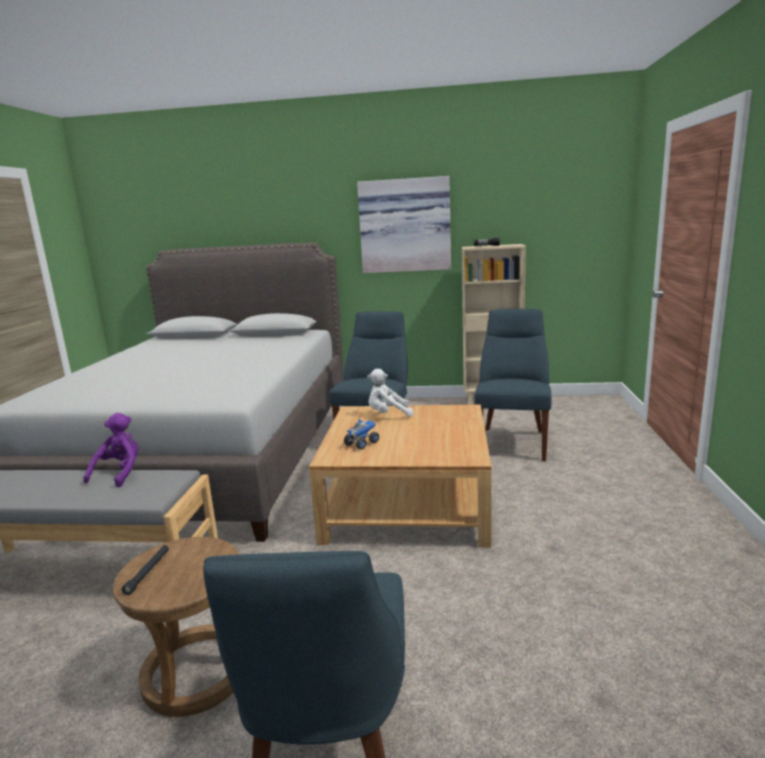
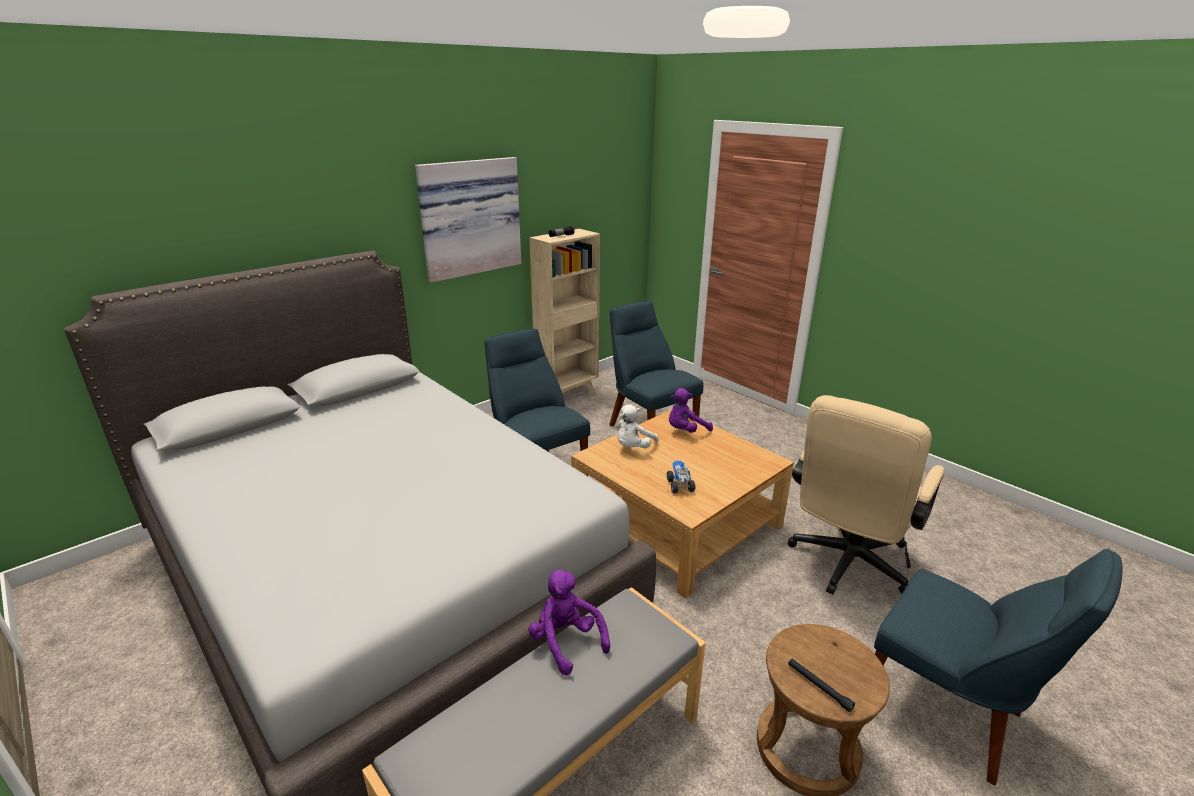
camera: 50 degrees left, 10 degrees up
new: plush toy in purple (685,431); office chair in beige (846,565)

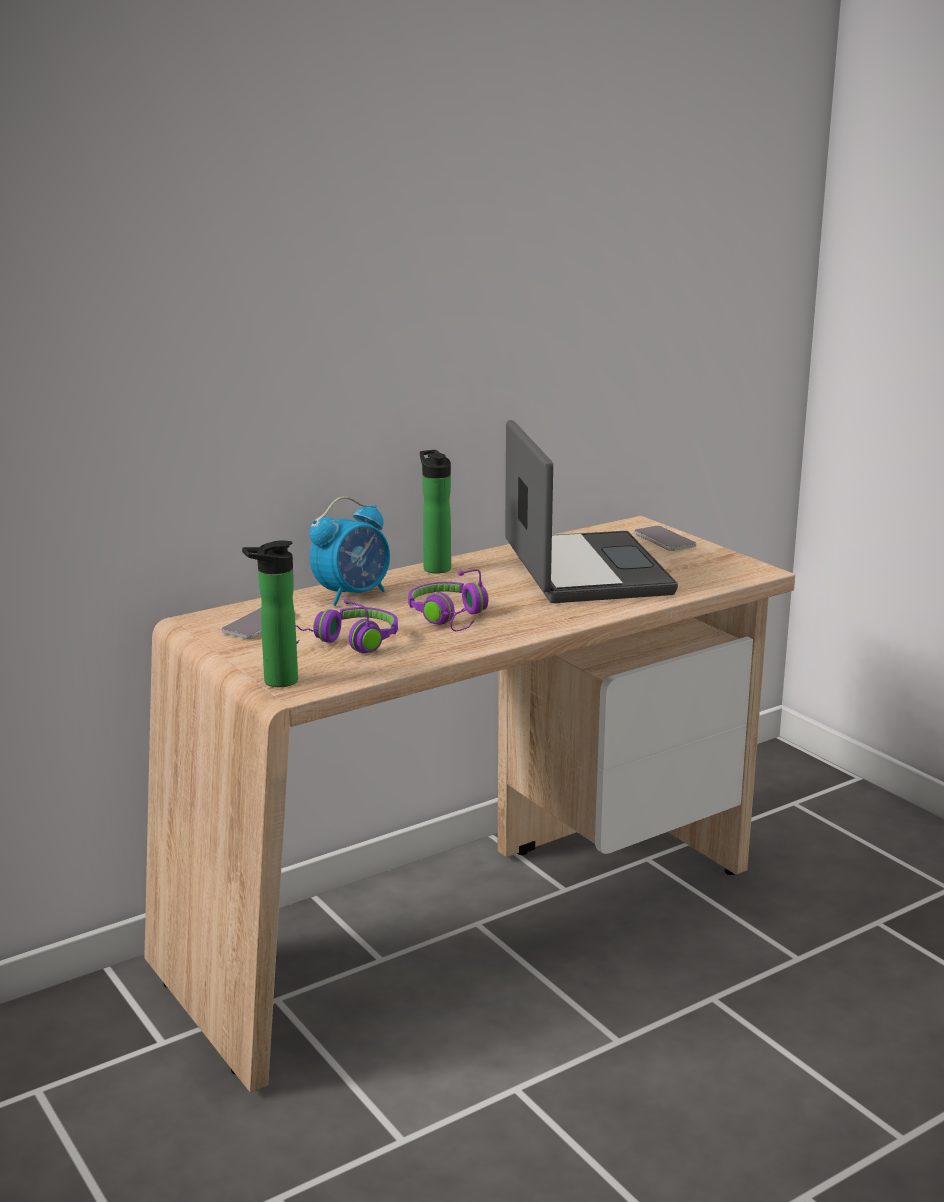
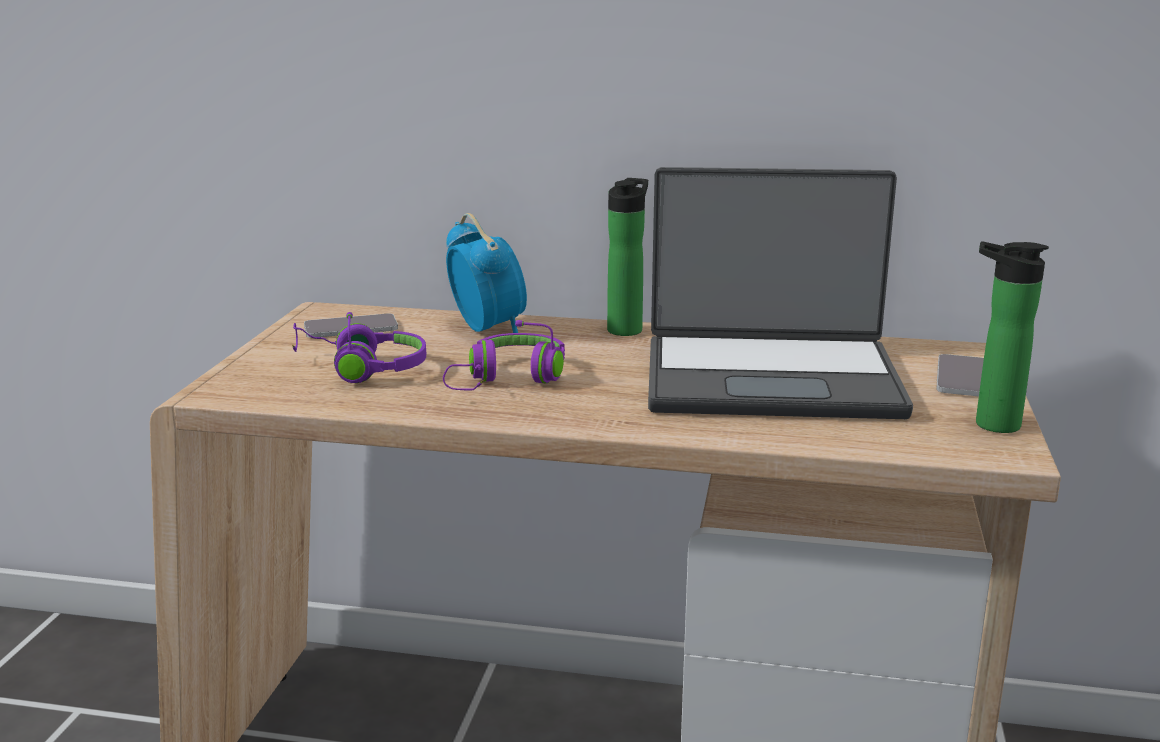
camera: 45 degrees right, 0 degrees up
shifted: bottle (275,682) to (990,424)
rotated: laptop (583,571) = (771,379) 60 degrees clockwise; alarm clock (353,595) = (487,329) 120 degrees counterclockwise

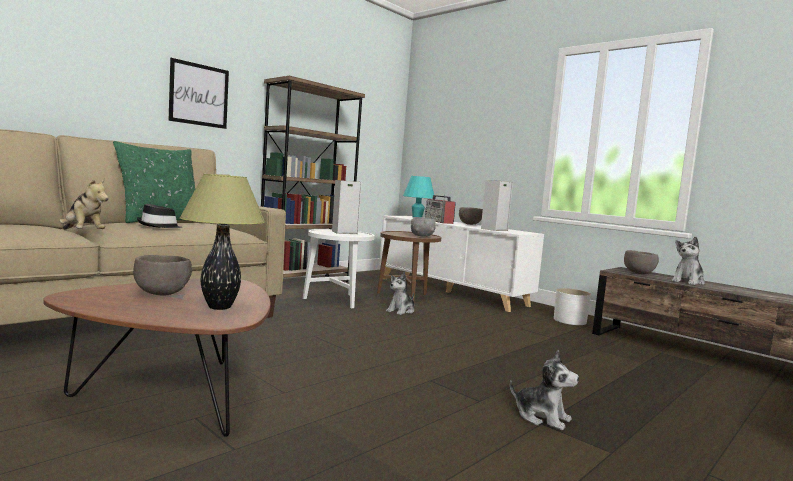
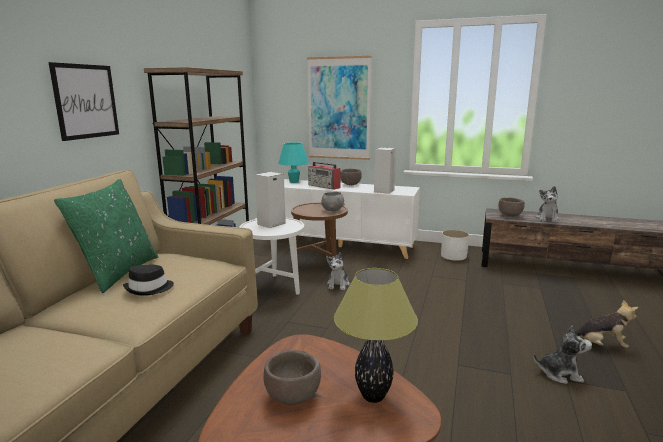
camera: 25 degrees left, 10 degrees up
new: picture (339,109)
shifted: plush toy (82,233) to (600,345)

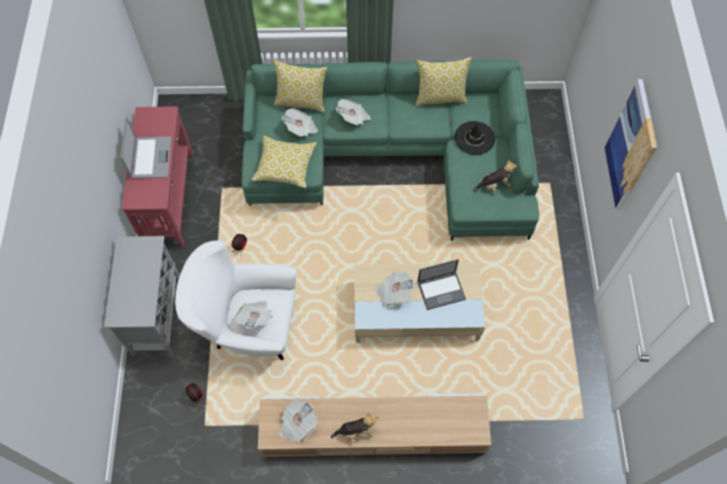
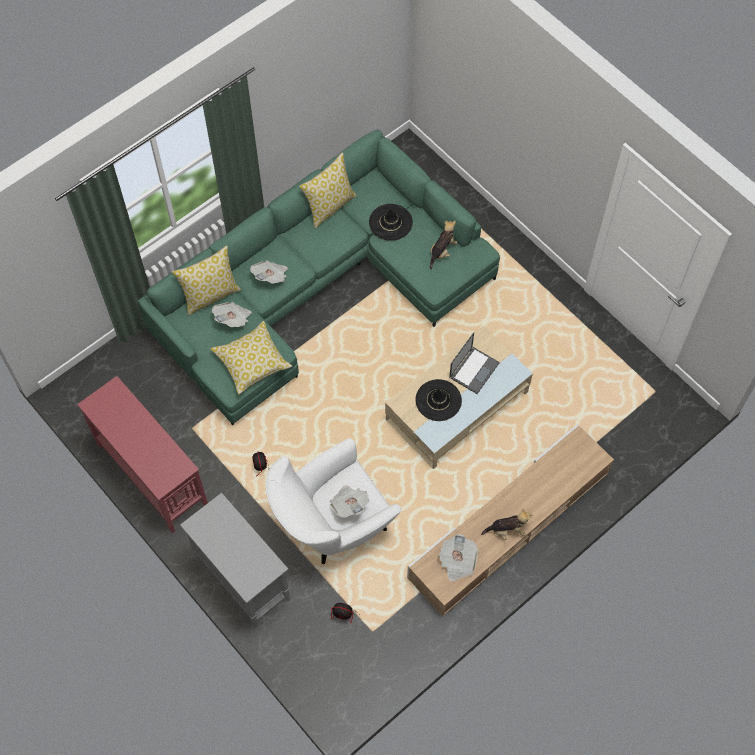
camera: 40 degrees left, 0 degrees up
gone: picture (631,147); laptop (150,158)
swapped: newspaper (393,292) to hat in black (438,400)
rotated: plush toy (356,431) = (507,530) 45 degrees clockwise

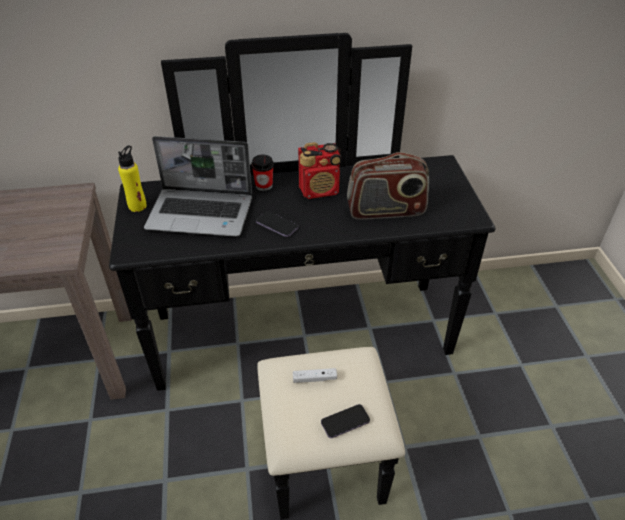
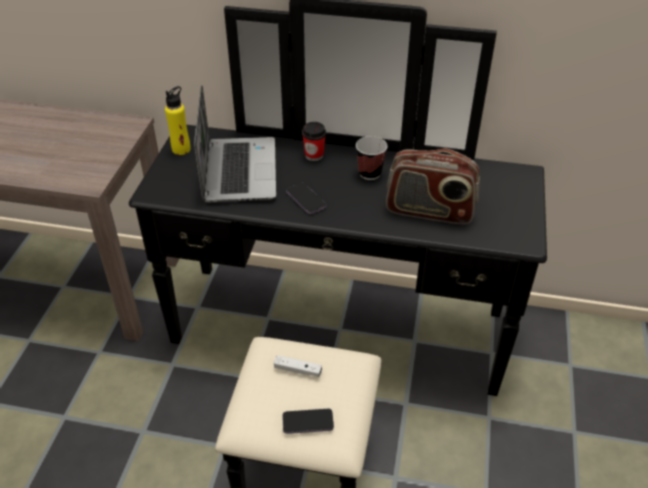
camera: 20 degrees right, 0 degrees up
swapped: radio (320,190) to cup (370,173)
rotated: laptop (202,213) = (238,170) 120 degrees counterclockwise

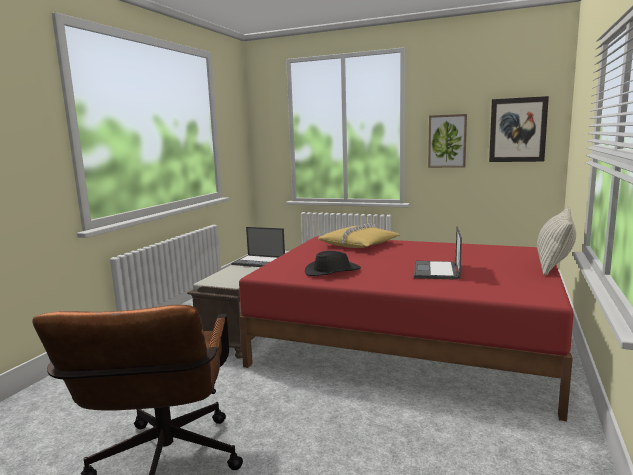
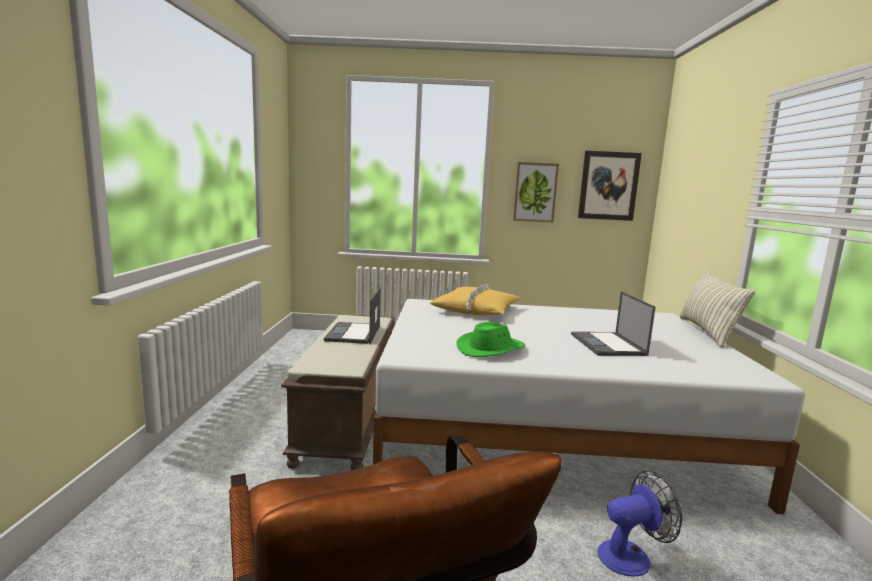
camera: 20 degrees left, 0 degrees up
new: fan (631,556)
repainted: bed in red (406,344) to bed in white (549,430); hat in black (332,271) to hat in green (491,349)
rotated: laptop (259,262) = (353,334) 90 degrees clockwise

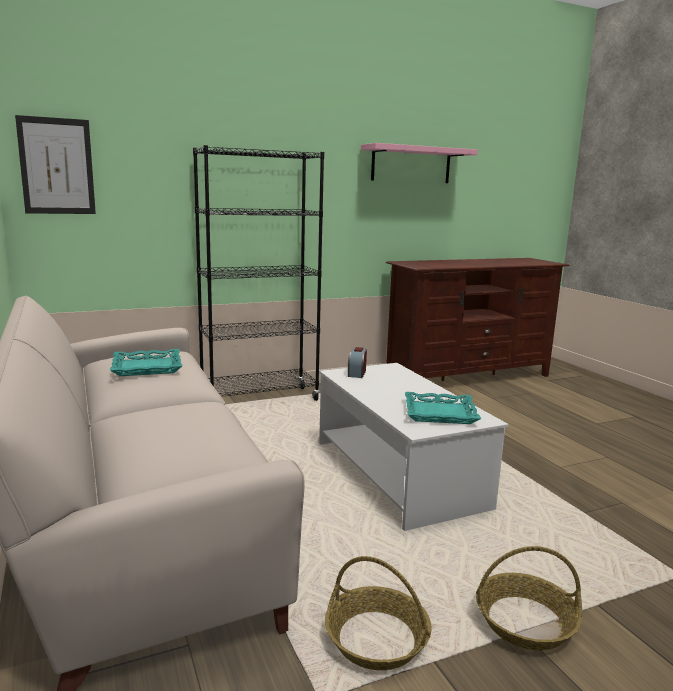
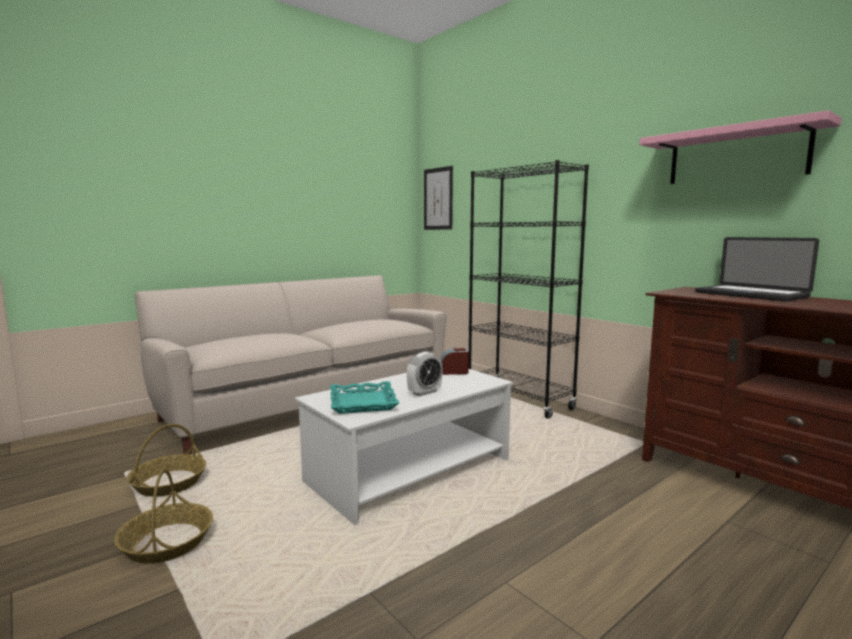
camera: 75 degrees right, 5 degrees down
gone: tray in turquoise (147,368)
new: laptop (750,295); alarm clock (424,392)

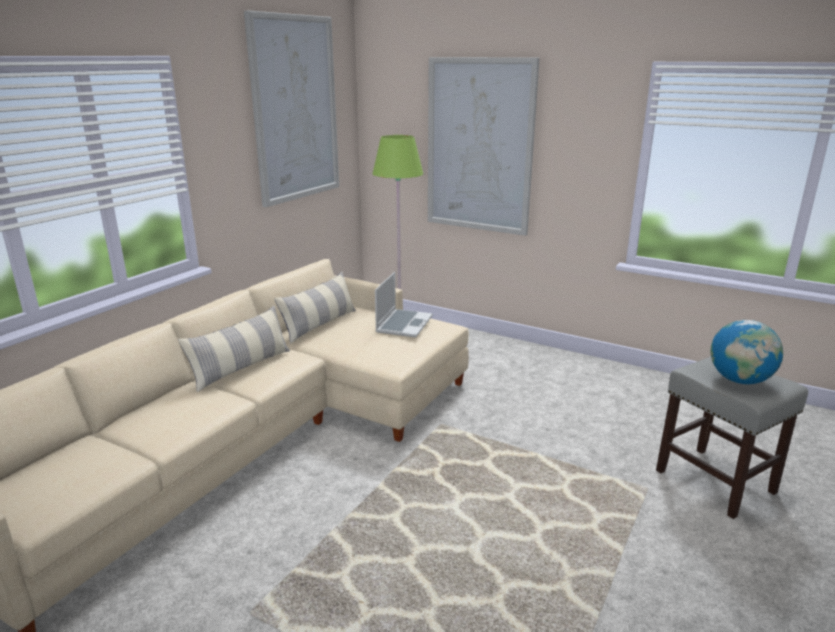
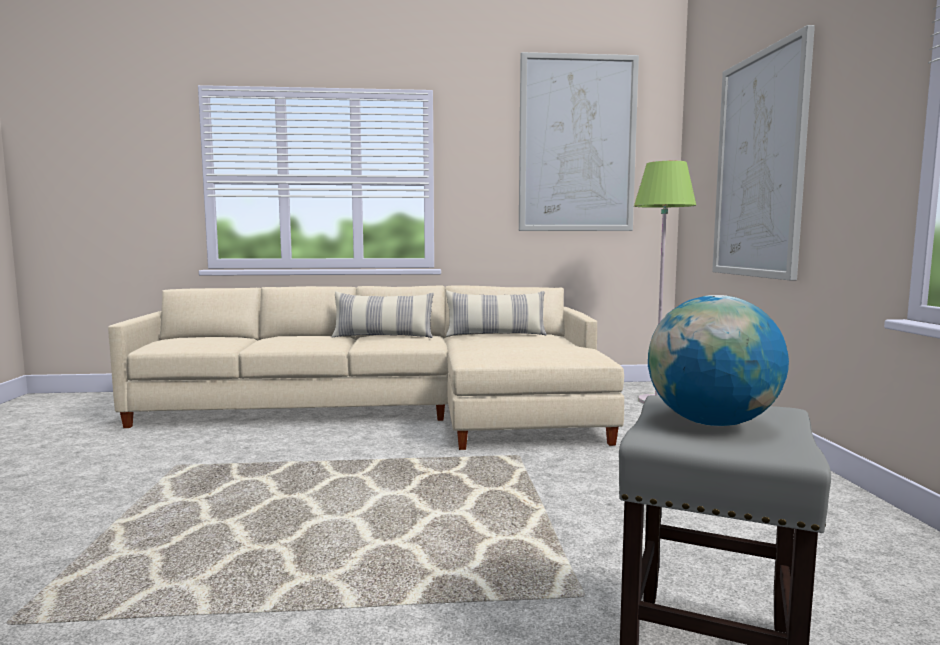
camera: 55 degrees right, 15 degrees down
gone: laptop (403,324)

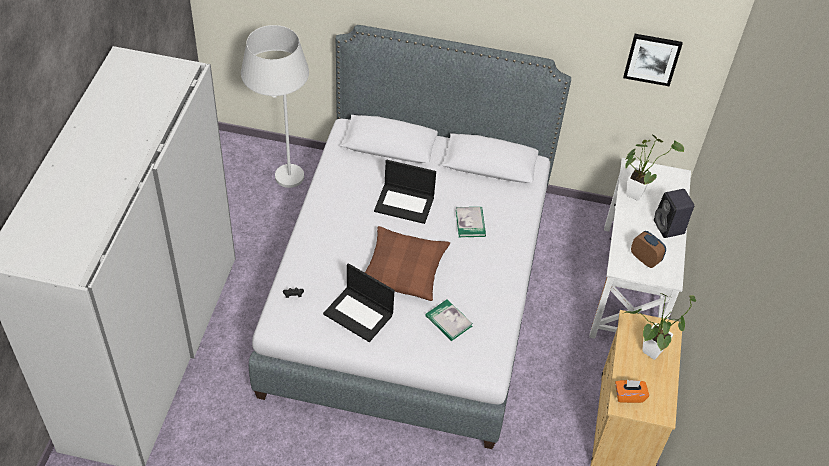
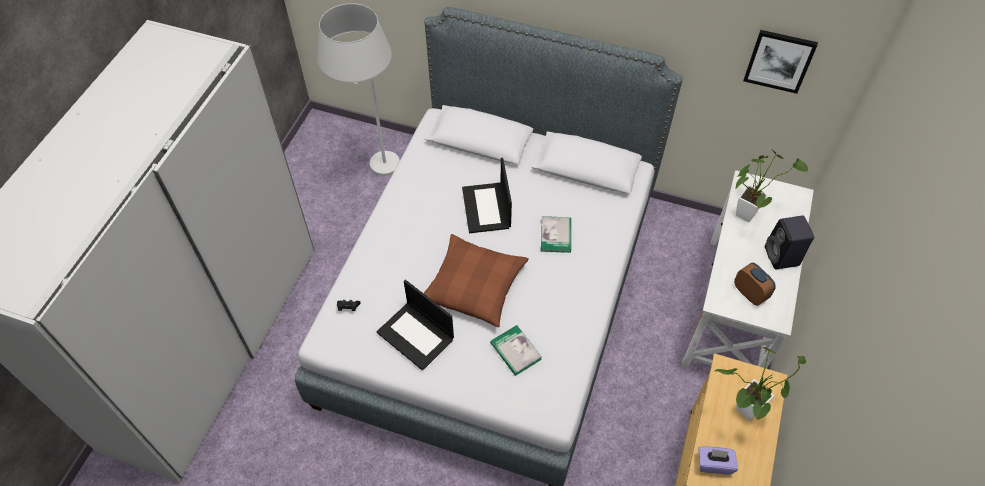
camera: 10 degrees right, 5 degrees up
repainted: tissue box in orange (629,395) to tissue box in purple (714,464)
rotated: laptop (405,203) = (487,208) 60 degrees clockwise

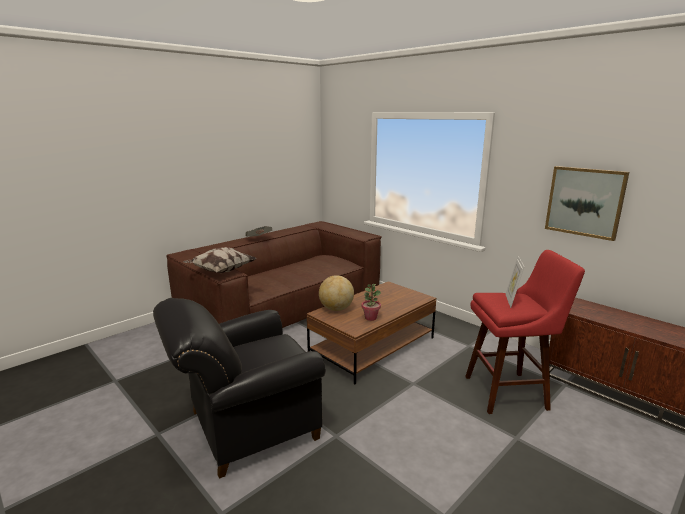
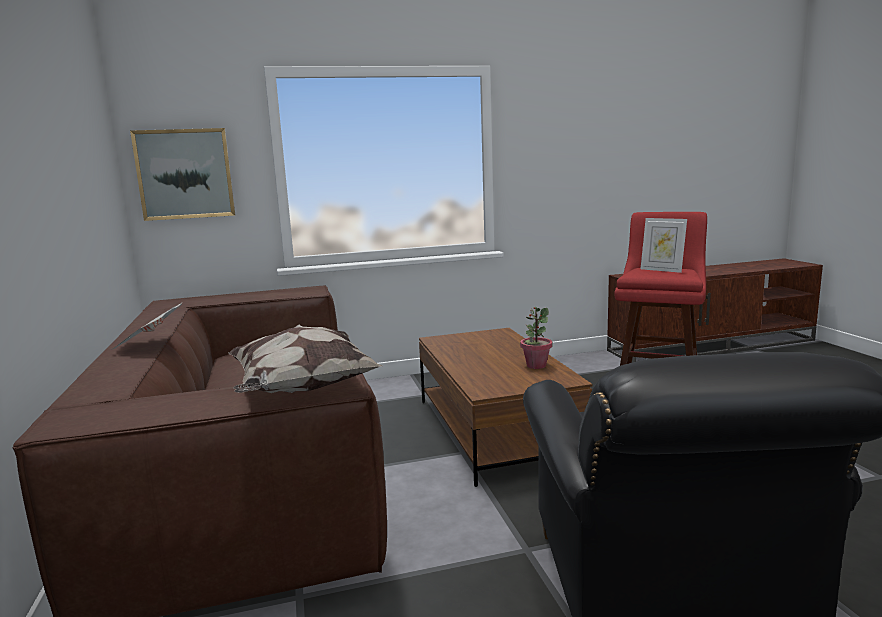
camera: 60 degrees left, 5 degrees down
gone: globe (336,309)
shifted: picture (584,202) to (185,174)

